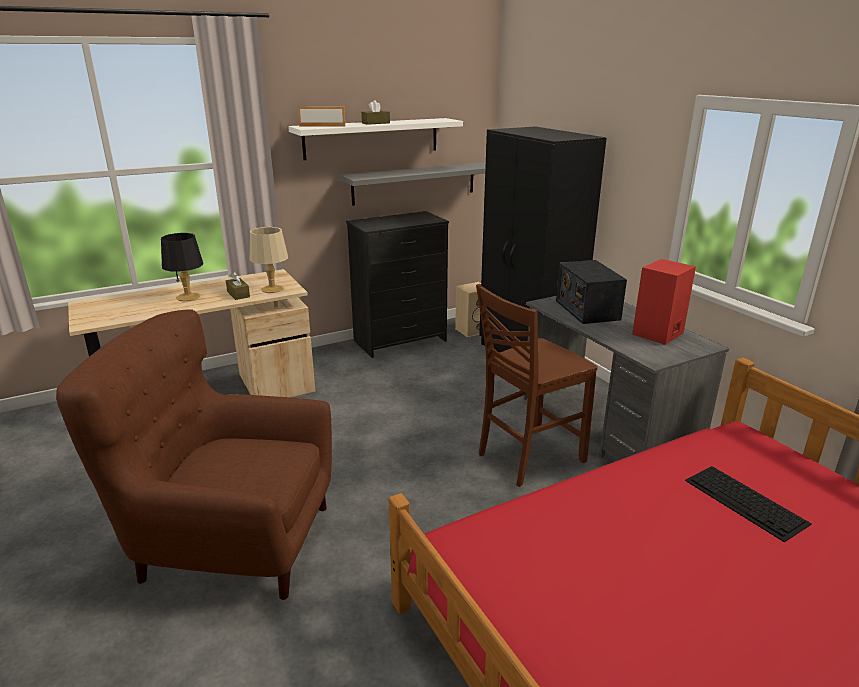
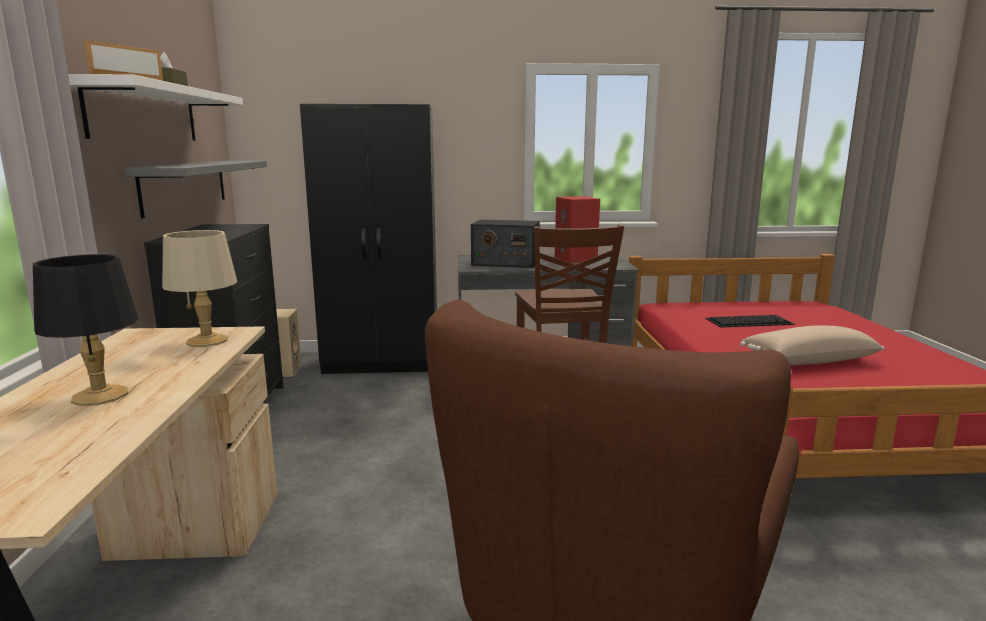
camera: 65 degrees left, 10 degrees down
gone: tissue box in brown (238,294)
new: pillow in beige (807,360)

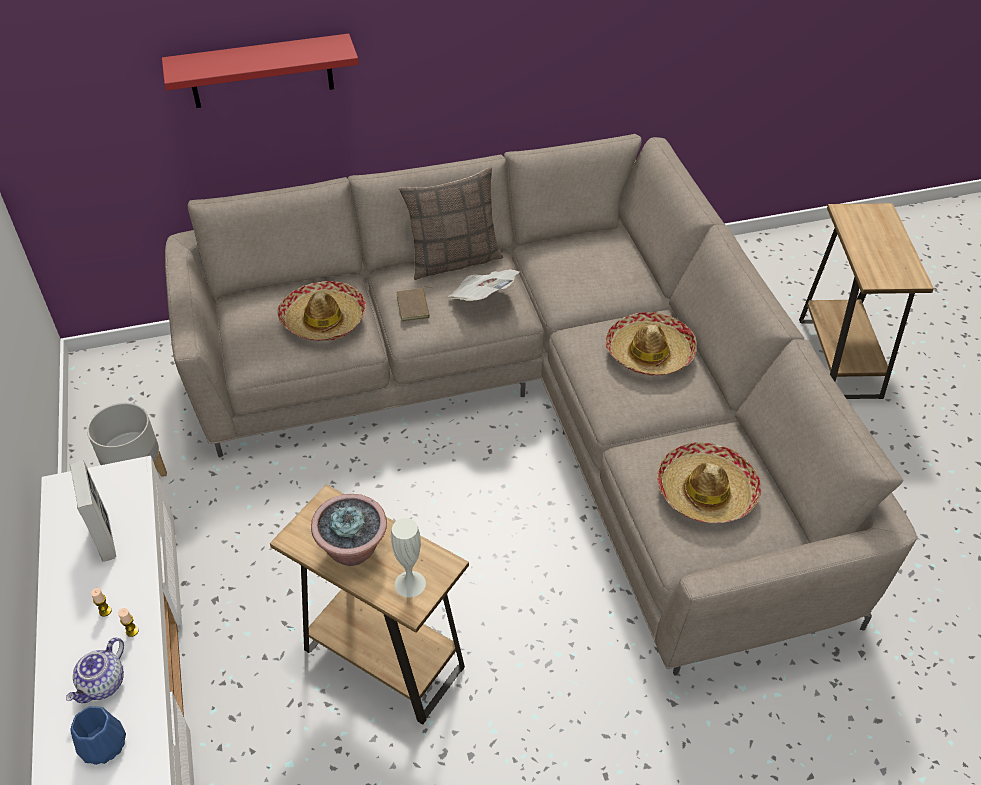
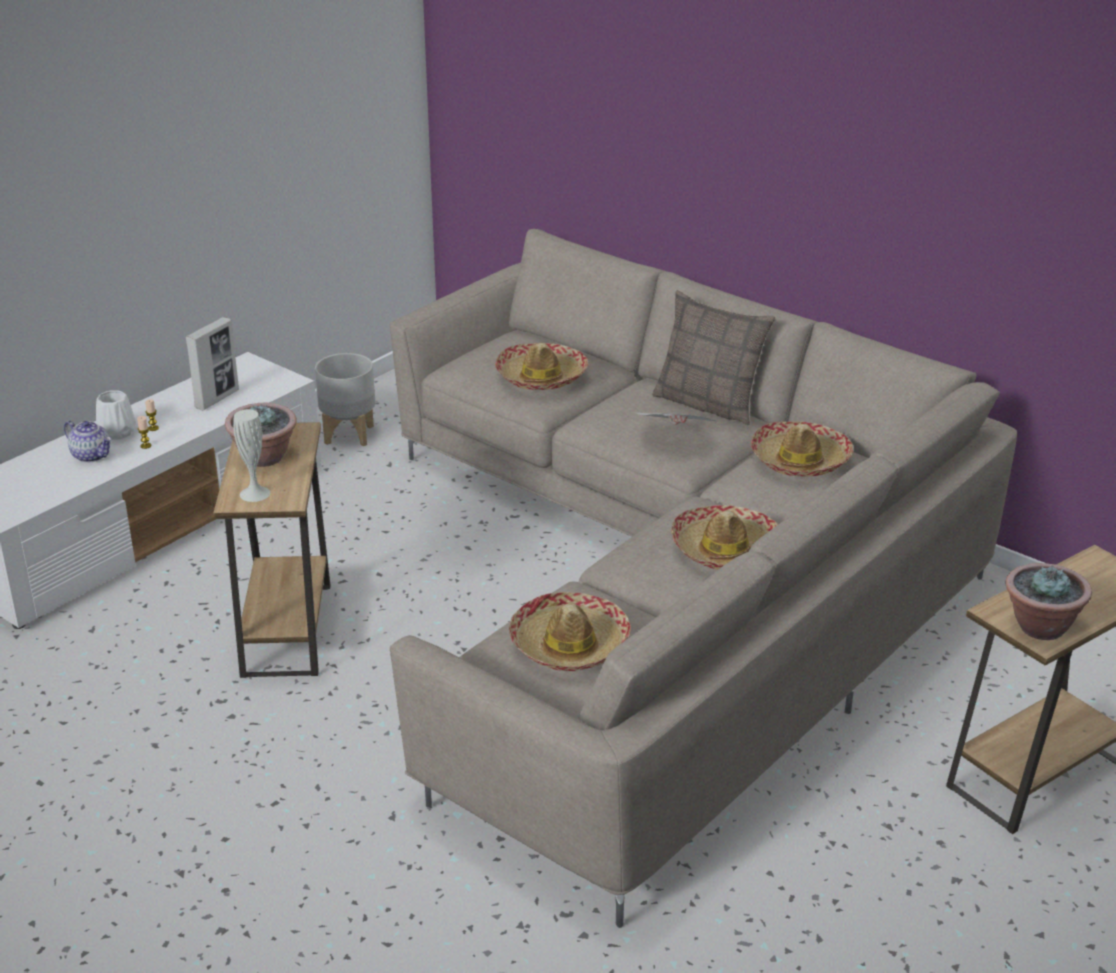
camera: 55 degrees right, 15 degrees down
gone: shelf in red (261,71); book in brown (414,306); vase in blue (105,745)
new: vase in white (117,432); hat (800,460); potted plant (1040,627)
rotated: teapot (103,684) = (92,455) 135 degrees counterclockwise

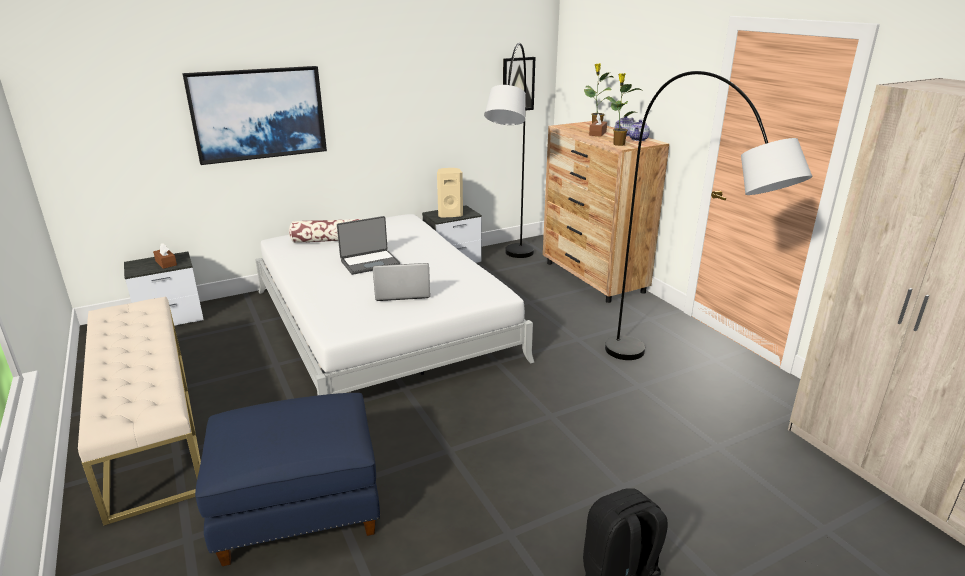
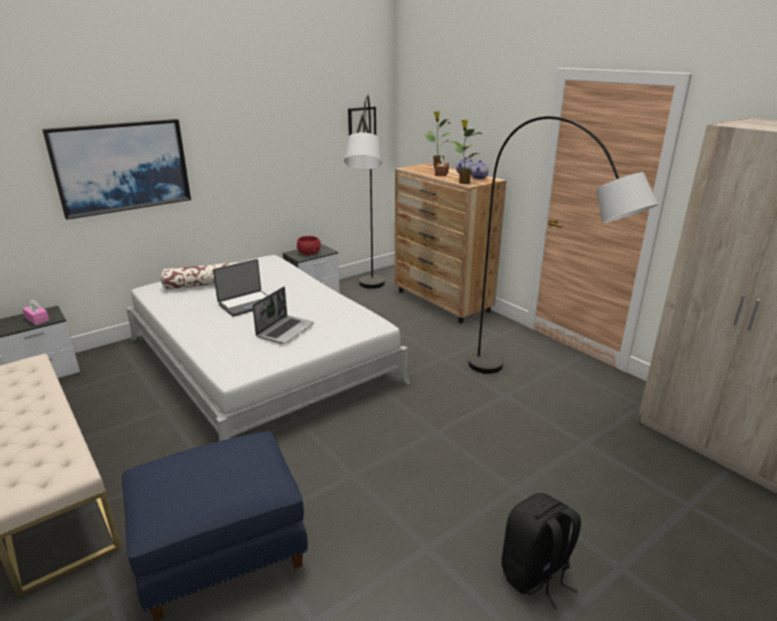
camera: 10 degrees left, 0 degrees up
swapped: speaker in beige (450,214) to bowl in red (309,253)
repainted: tissue box in brown (166,263) to tissue box in pink (37,319)
rotated: laptop (401,292) = (285,330) 135 degrees clockwise

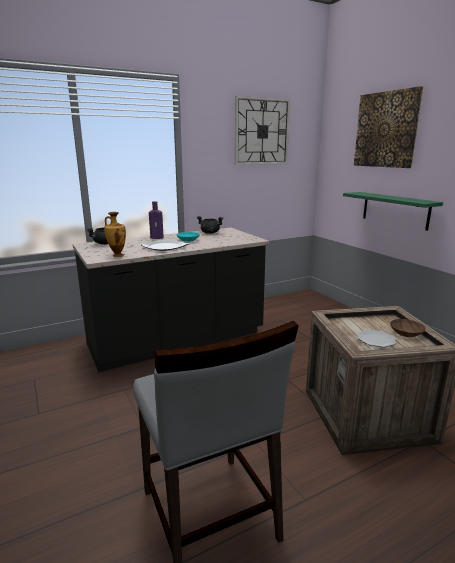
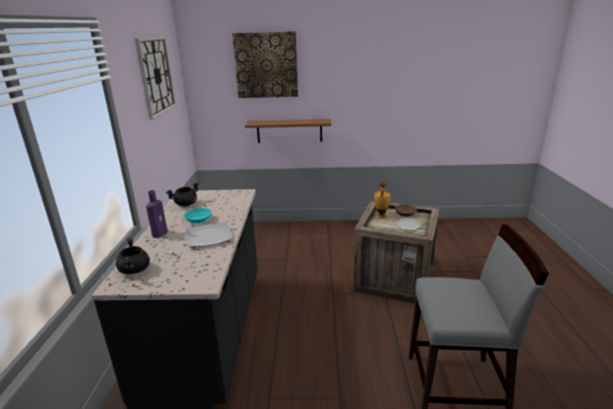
camera: 60 degrees left, 5 degrees up
shifted: vase (117,255) to (381,216)
repainted: shelf in green (395,210) to shelf in brown (289,131)

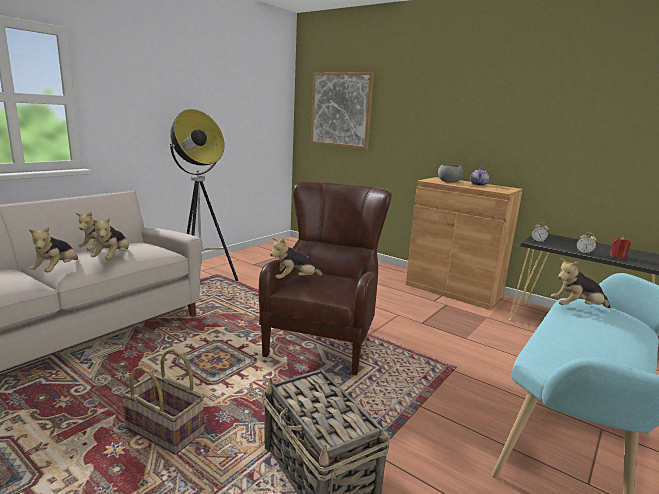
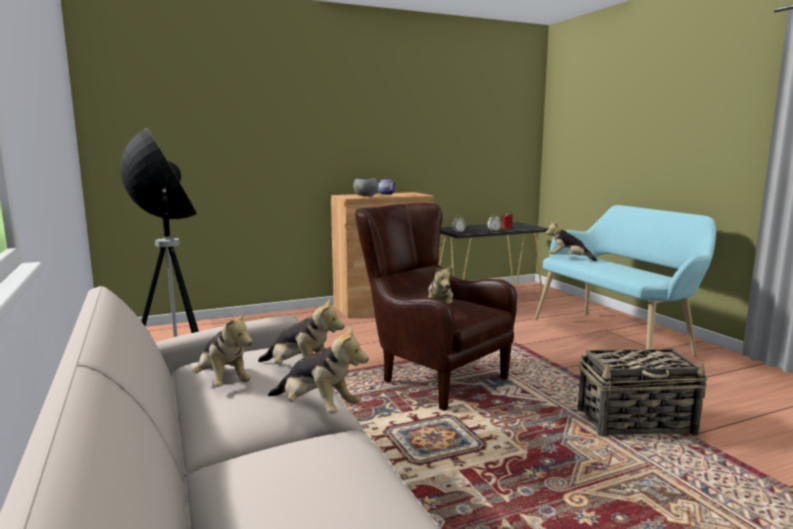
camera: 60 degrees left, 5 degrees down
gone: picture (341,110); basket (166,430)
rotated: plush toy (577,308) = (568,259) 90 degrees clockwise

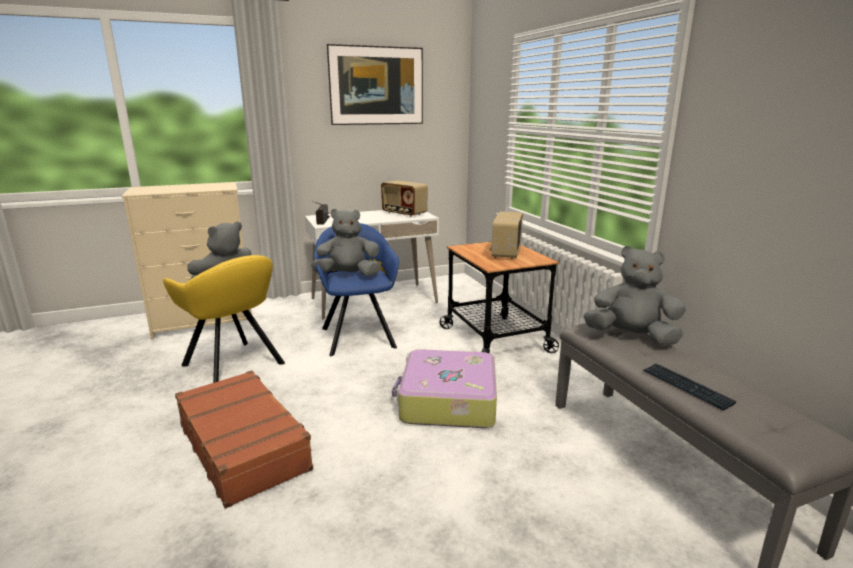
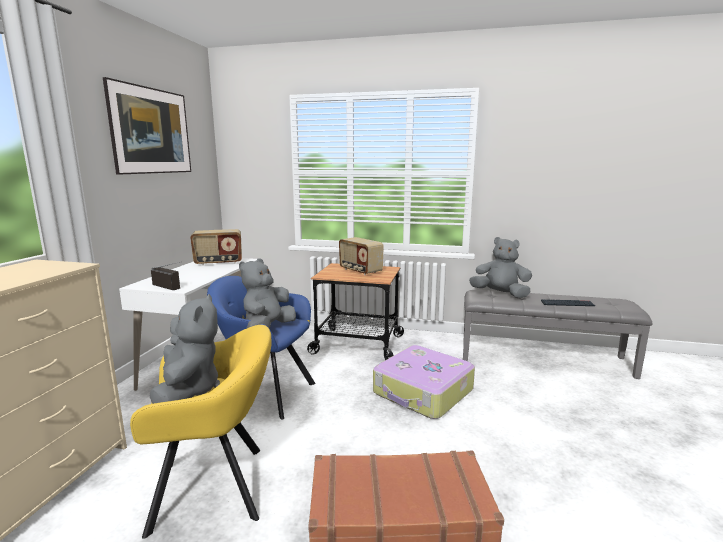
camera: 55 degrees left, 5 degrees down
rotated: plush toy in grey (631,337) = (500,294) 60 degrees clockwise

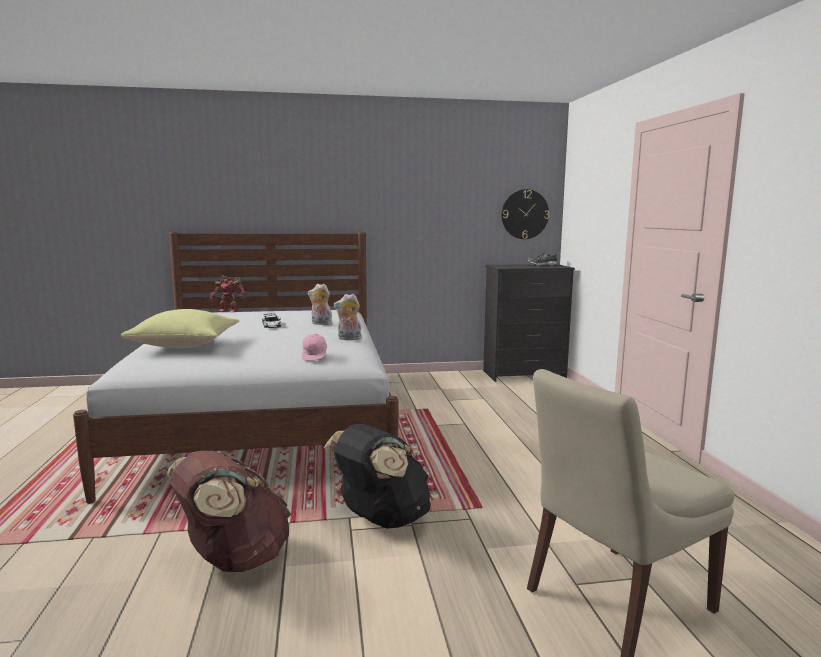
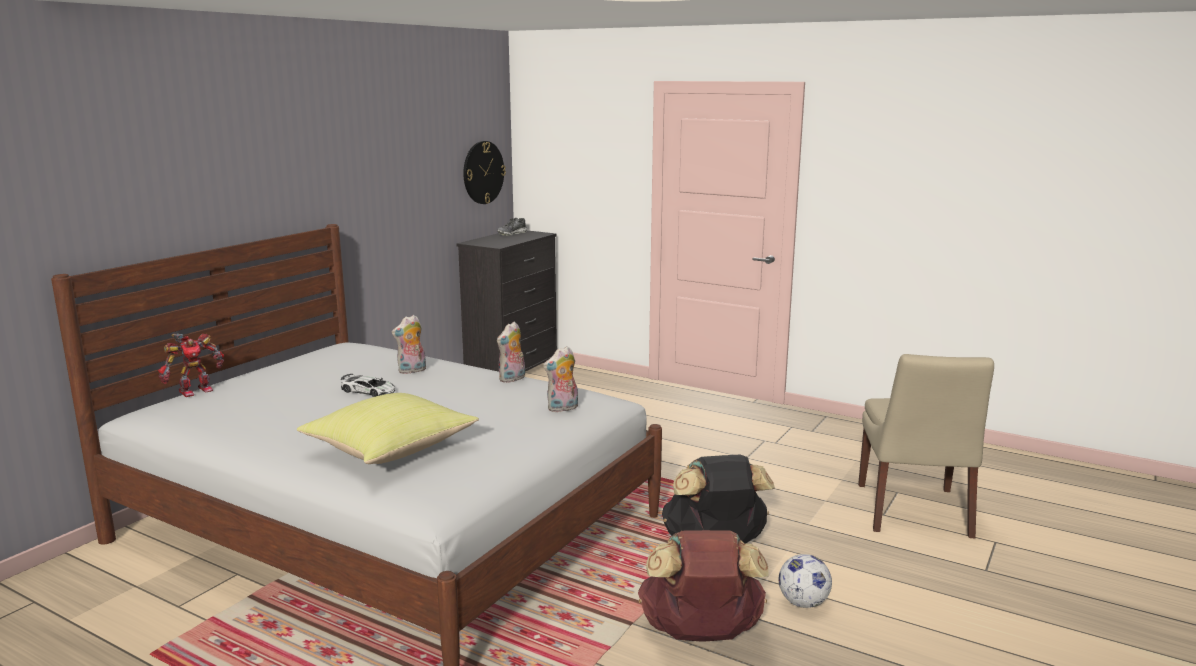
camera: 50 degrees left, 5 degrees up
new: football (803,603)
swapped: cap in pink (314,356) to plush toy (563,409)

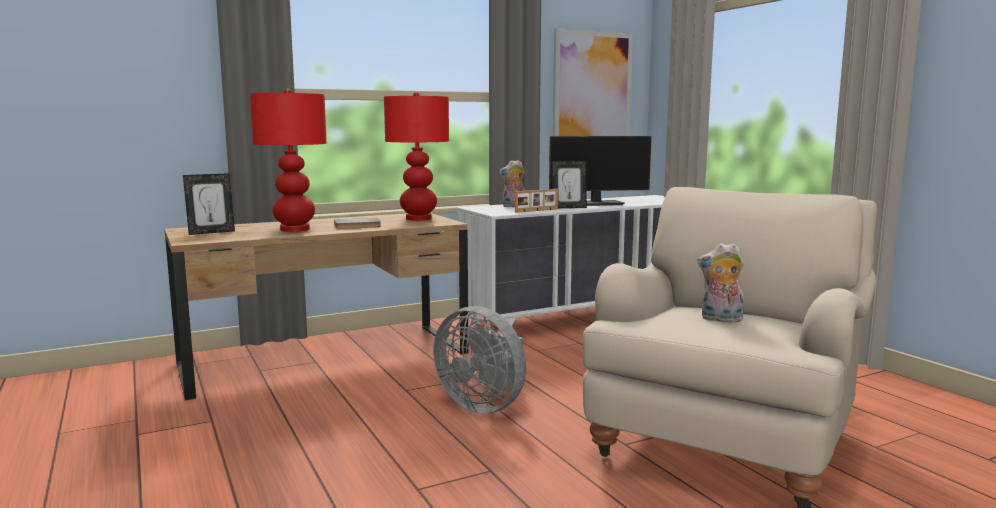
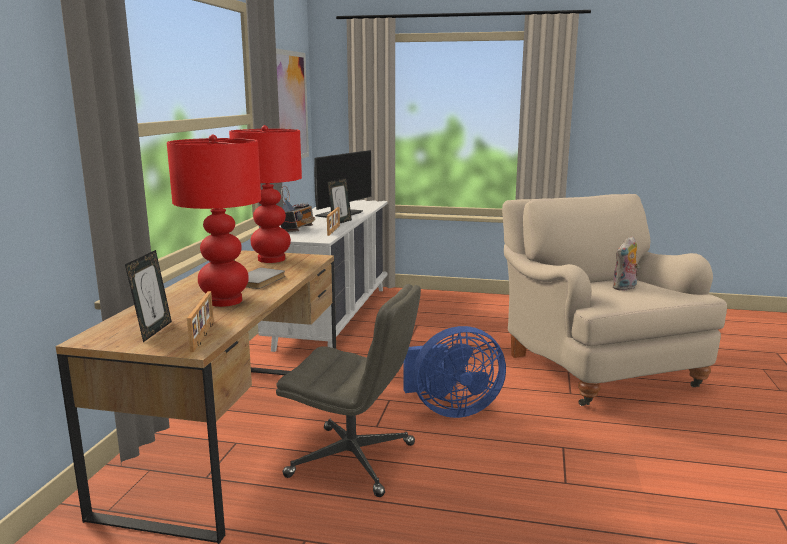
camera: 50 degrees left, 5 degrees up
new: office chair in grey (353,460); picture frame (203,335)
swapped: plush toy (513,206) to radio (297,229)
repainted: fan in grey (484,405) to fan in blue (451,409)

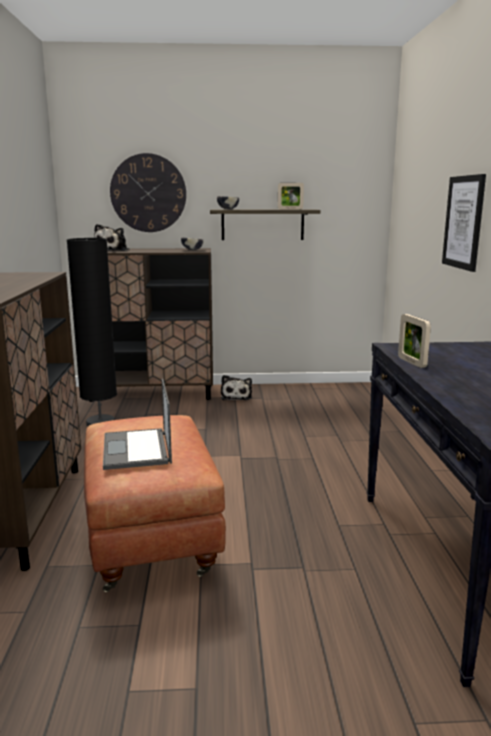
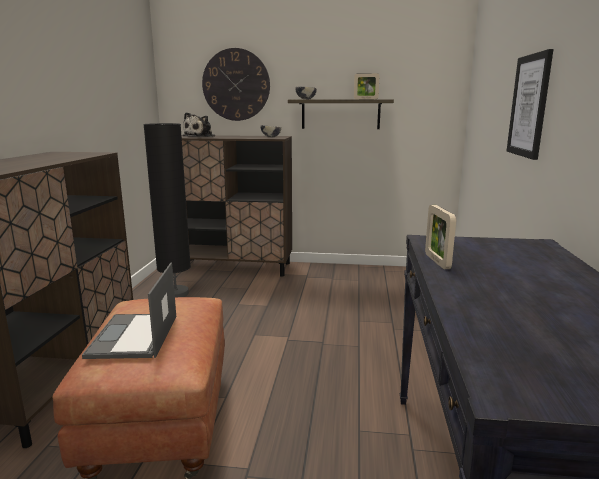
camera: 10 degrees right, 0 degrees up
gone: plush toy (236,396)

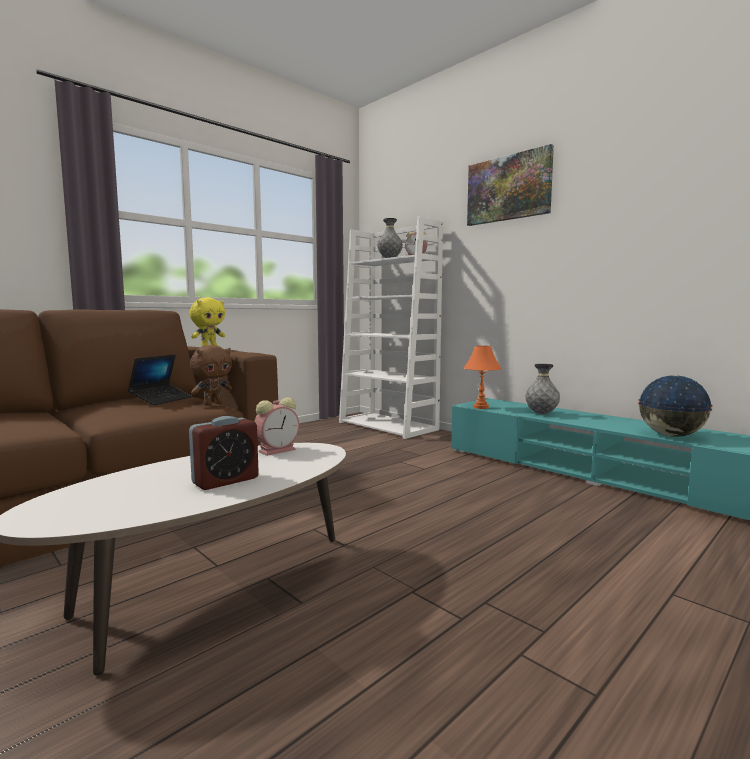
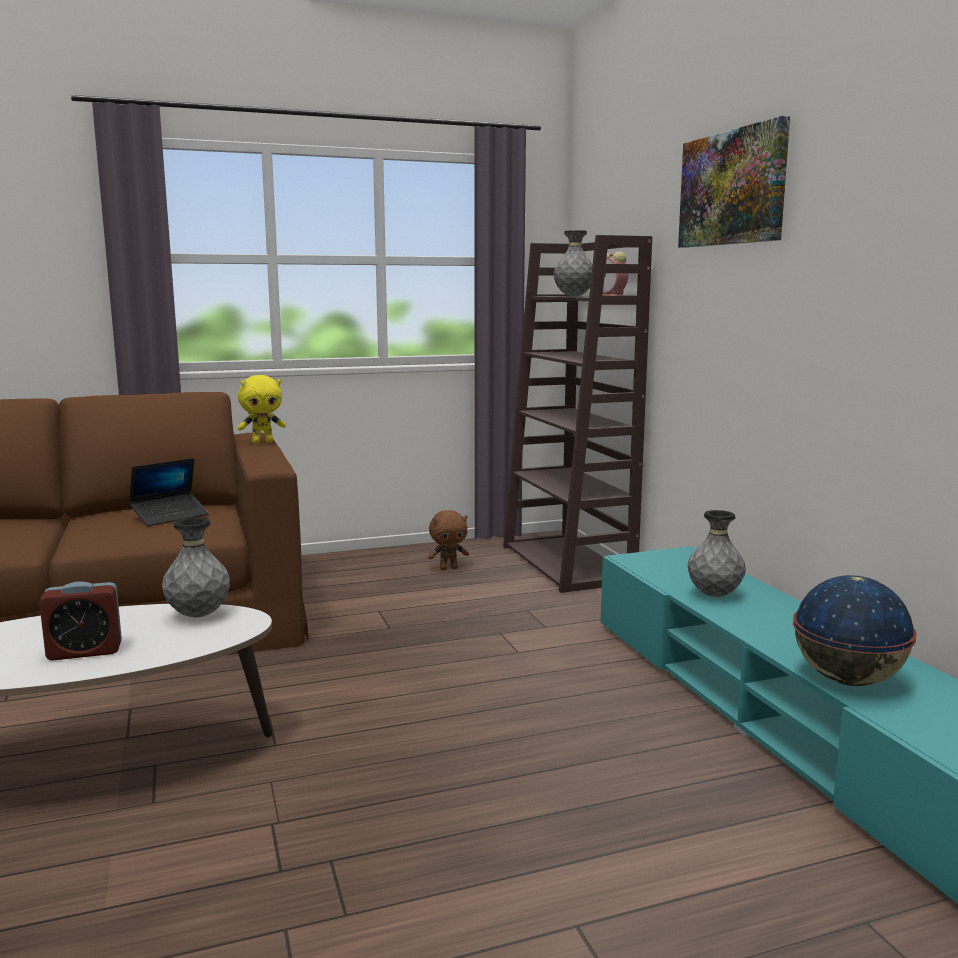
camera: 25 degrees right, 5 degrees up
gone: table lamp in orange (480,407)
shifted: plush toy in brown (213,404) to (448,568)
swapped: alarm clock (278,450) to vase in grey (199,615)
repainted: bookcase in white (388,426) to bookcase in brown (568,564)

